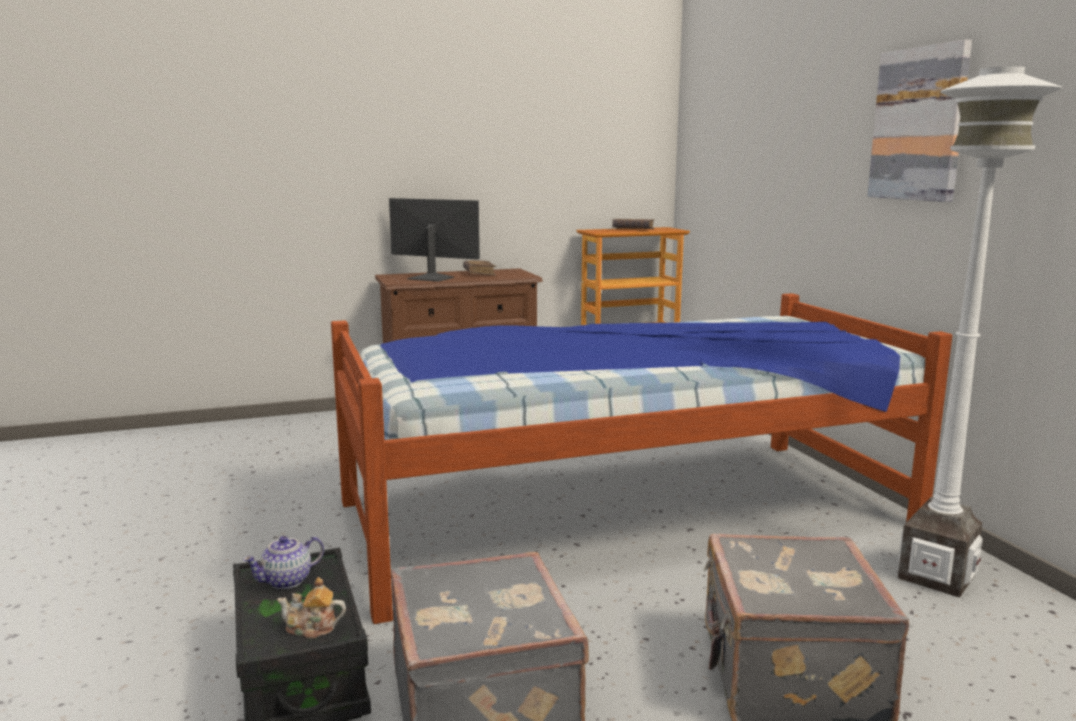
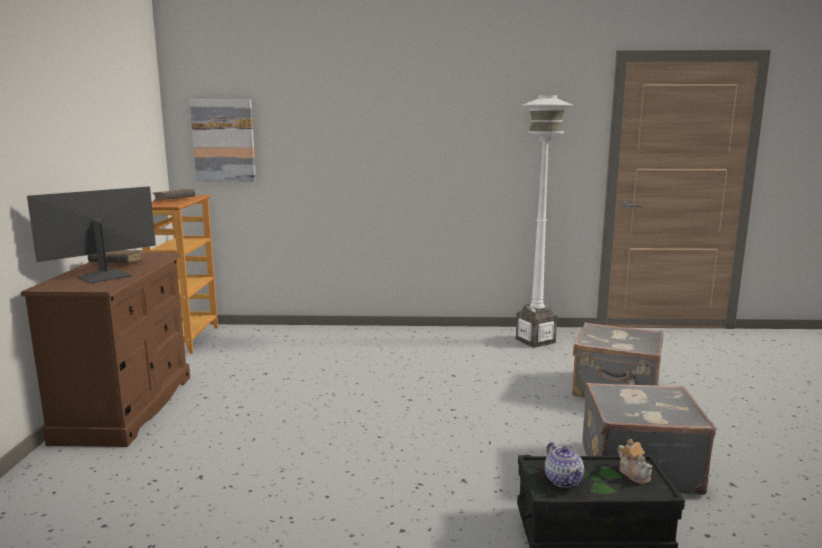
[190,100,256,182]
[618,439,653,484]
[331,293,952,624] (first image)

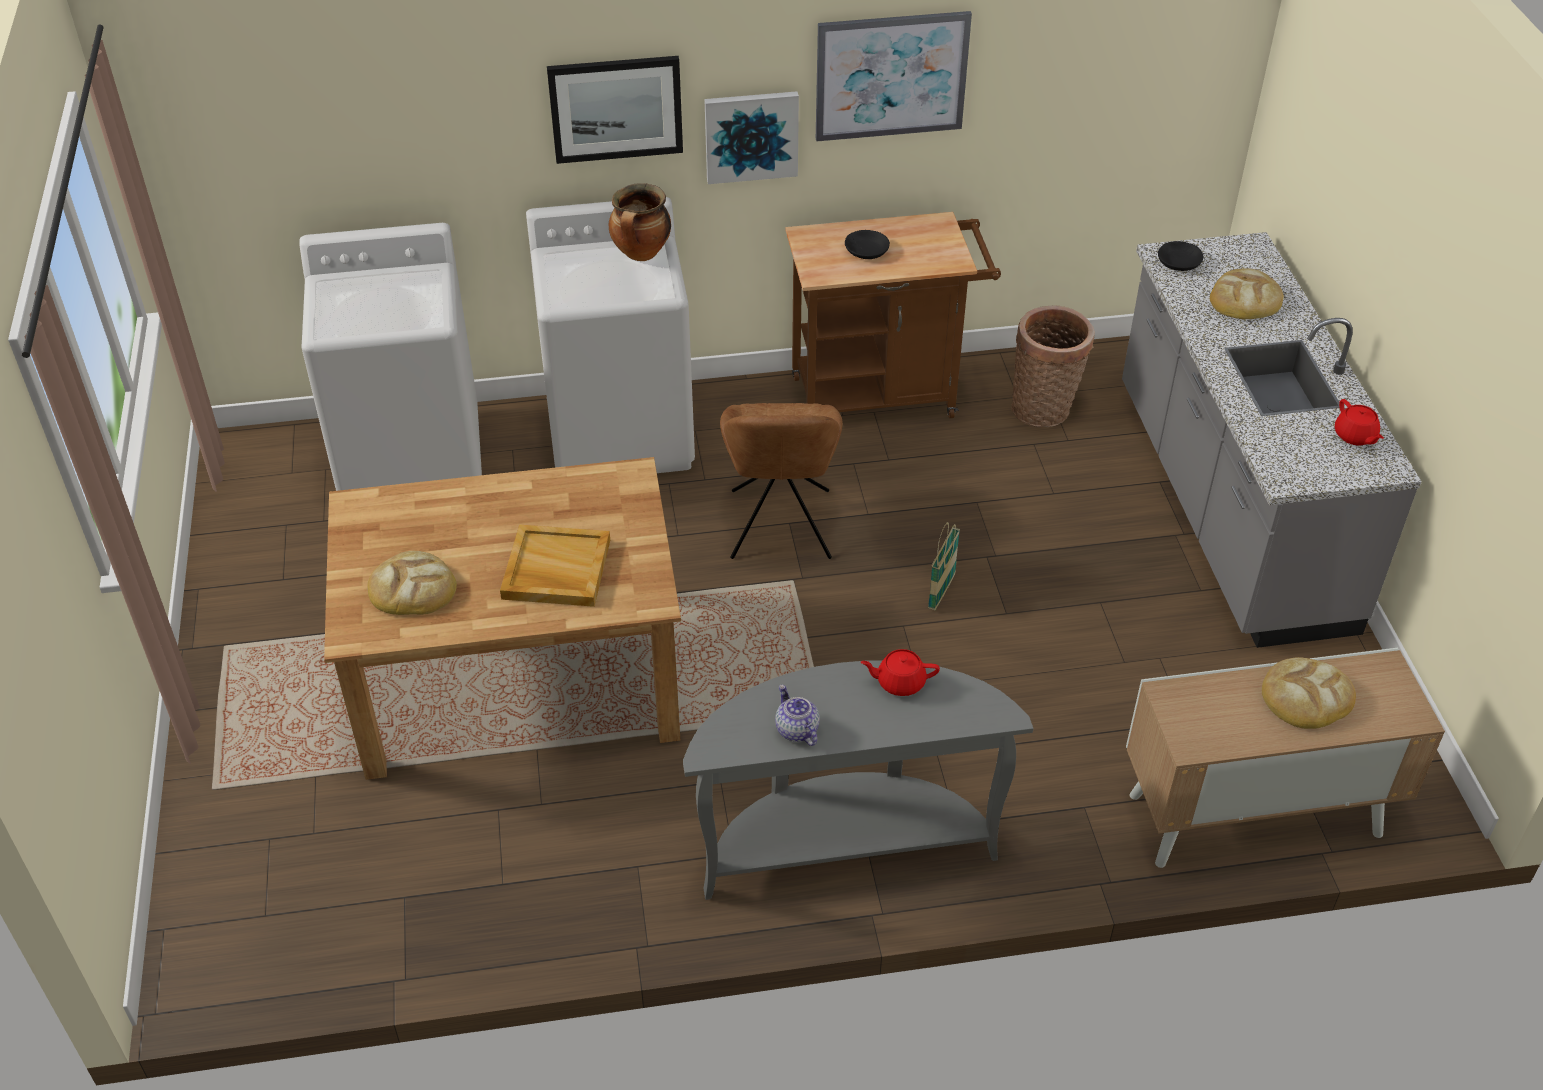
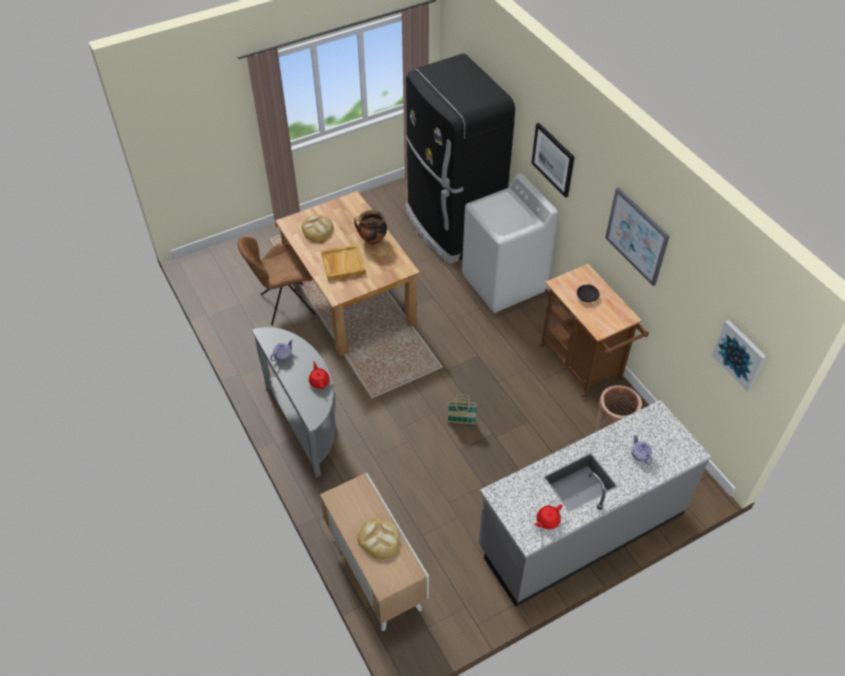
[238,237,315,325]
[354,210,387,245]
[406,54,515,264]
[631,435,652,465]
[712,320,767,392]
[1158,241,1203,271] (first image)

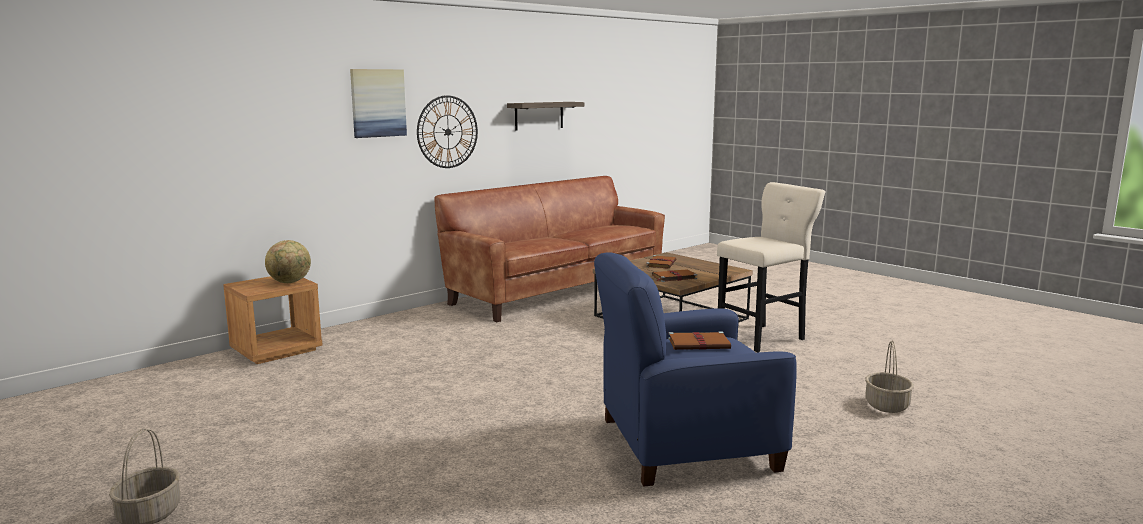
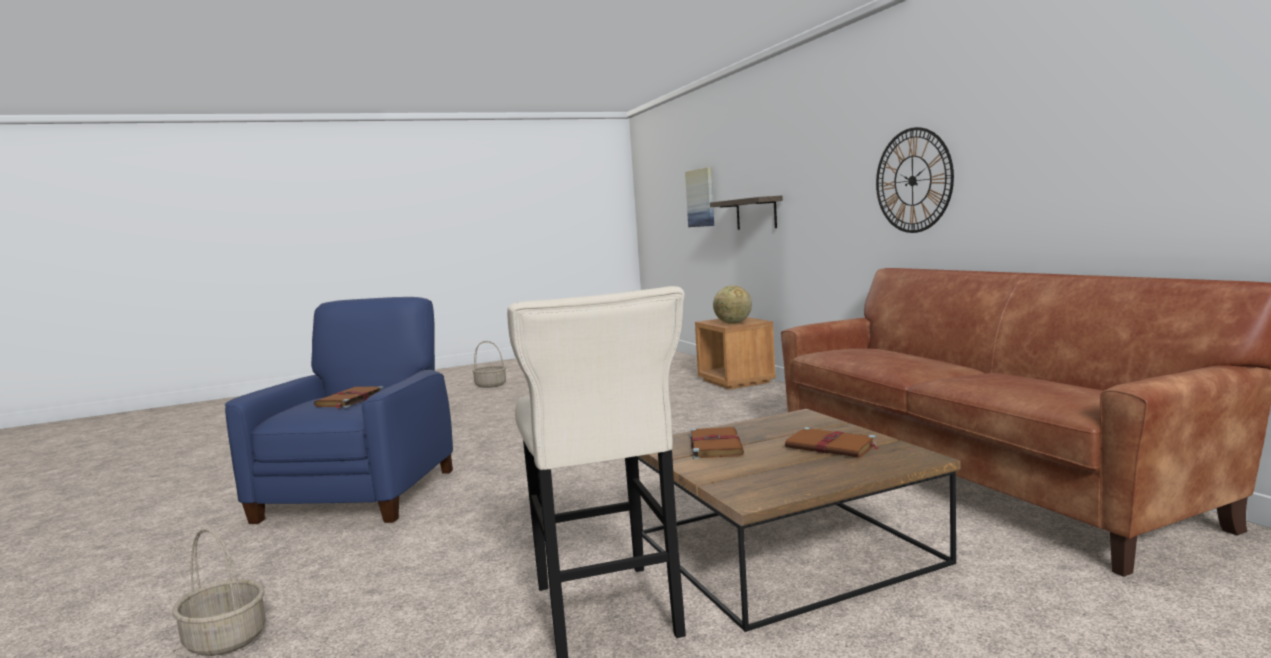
[685,167,714,227]
[710,196,783,230]

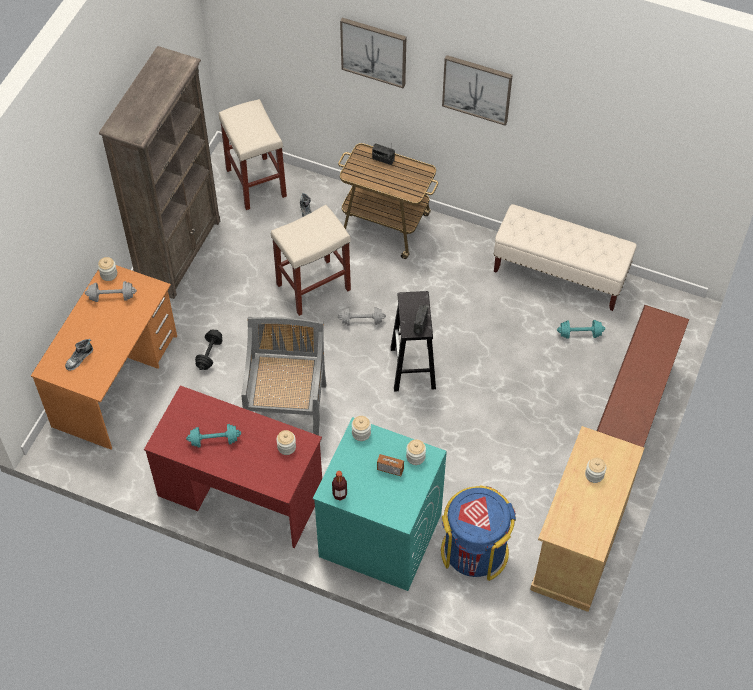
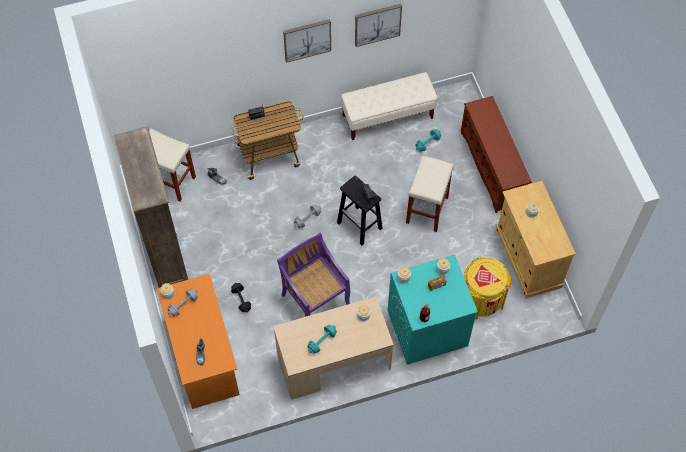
[273,296,394,400]
[277,233,350,317]
[355,4,402,47]
[406,156,454,232]
[464,257,511,320]

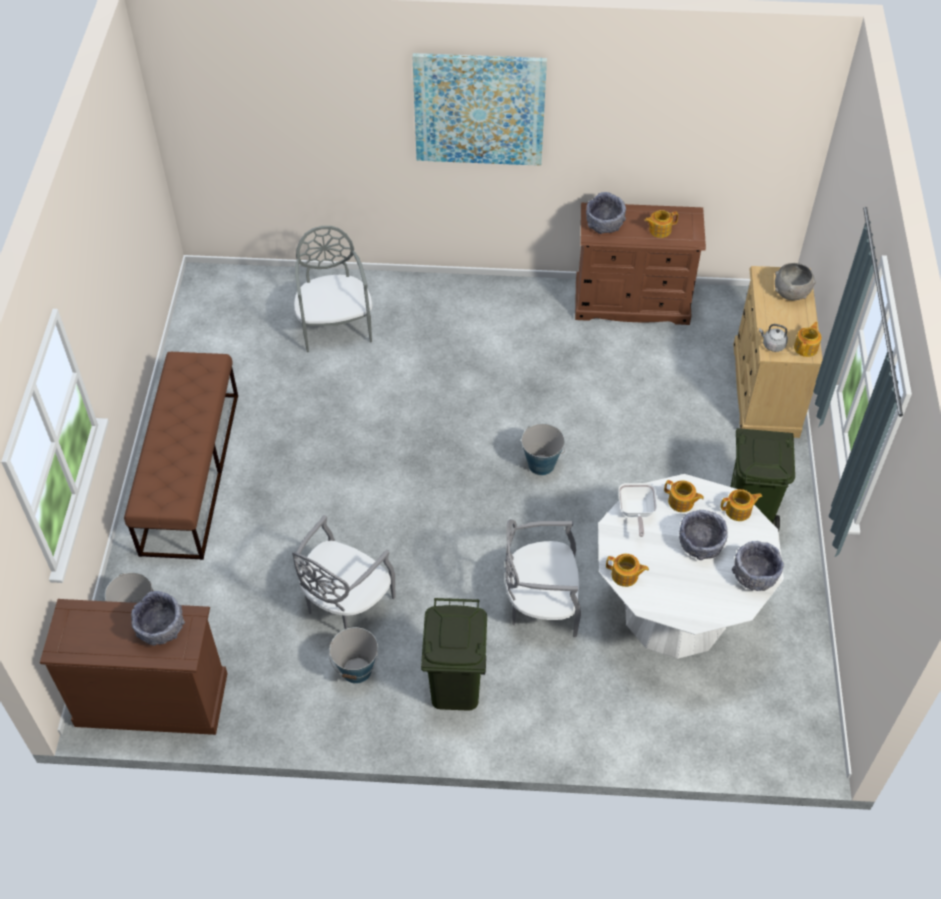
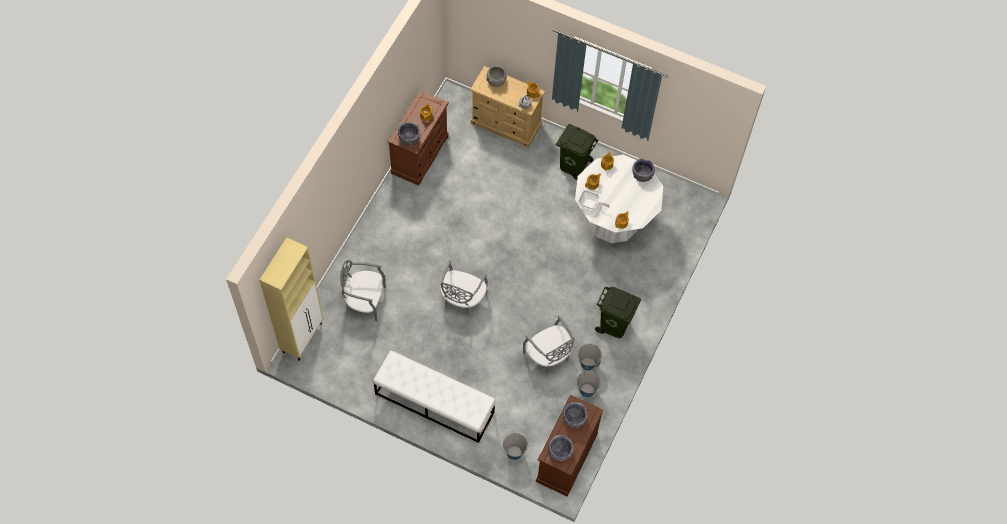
[259,237,323,361]
[373,351,496,443]
[440,260,488,316]
[548,435,574,461]
[576,370,601,397]
[412,53,547,166] (first image)

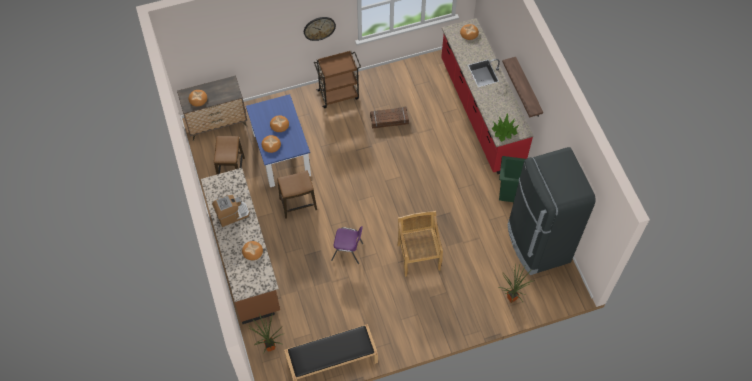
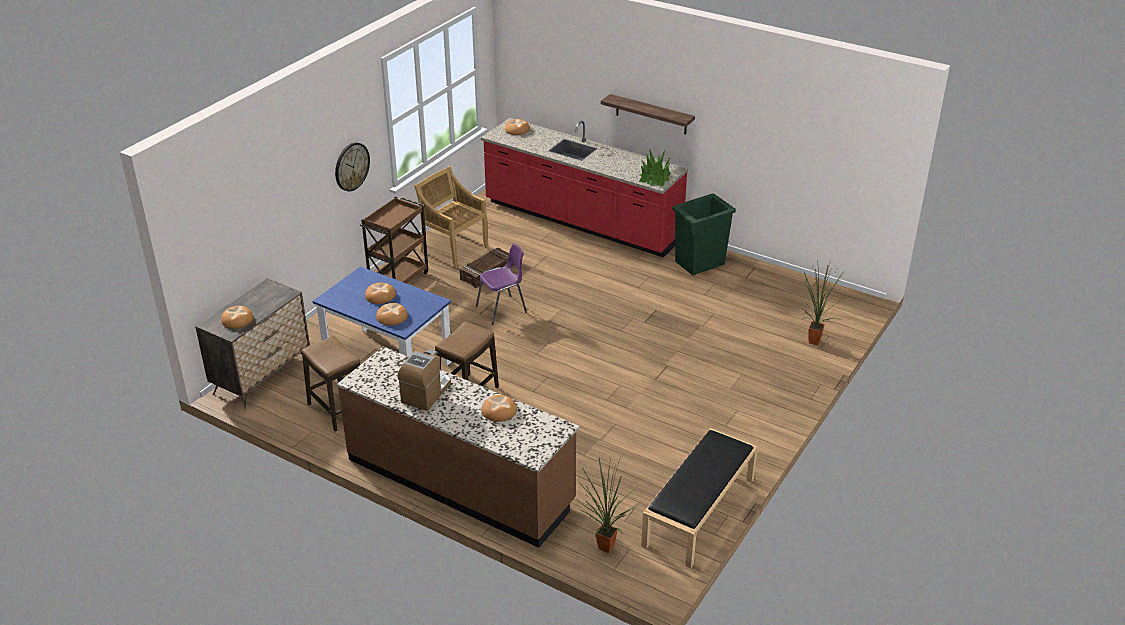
[414,166,488,268]
[476,244,527,325]
[508,147,596,275] (first image)

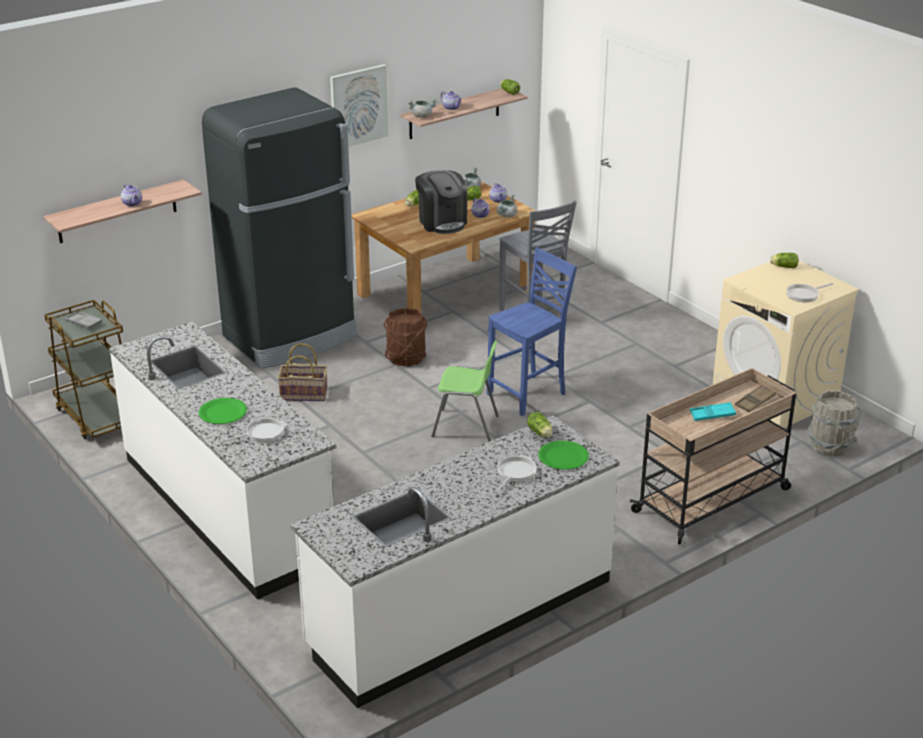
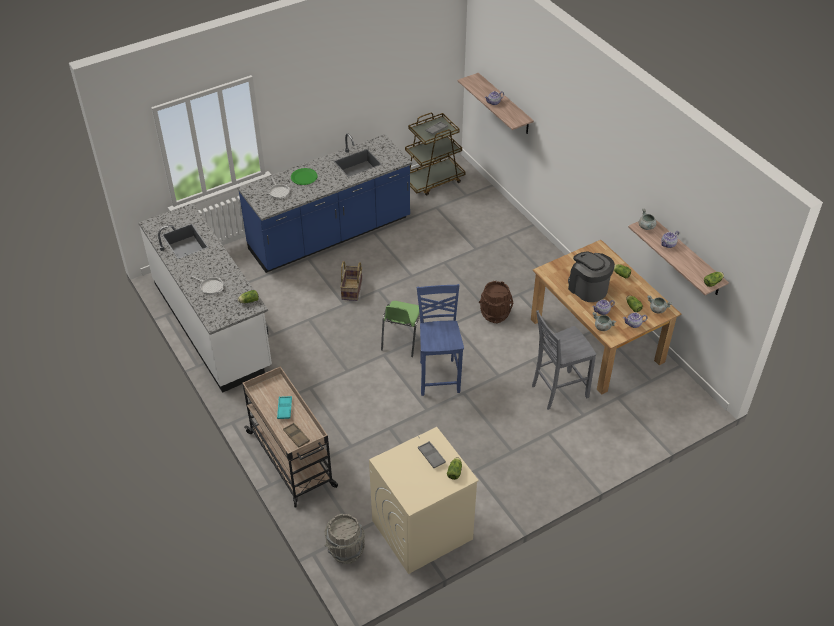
[237,133,412,273]
[340,261,362,301]
[417,284,464,396]
[418,441,446,468]
[568,251,615,302]
[202,88,357,368] (first image)
[330,64,388,147] (first image)
[538,441,589,470] (first image)
[786,283,833,302] (first image)

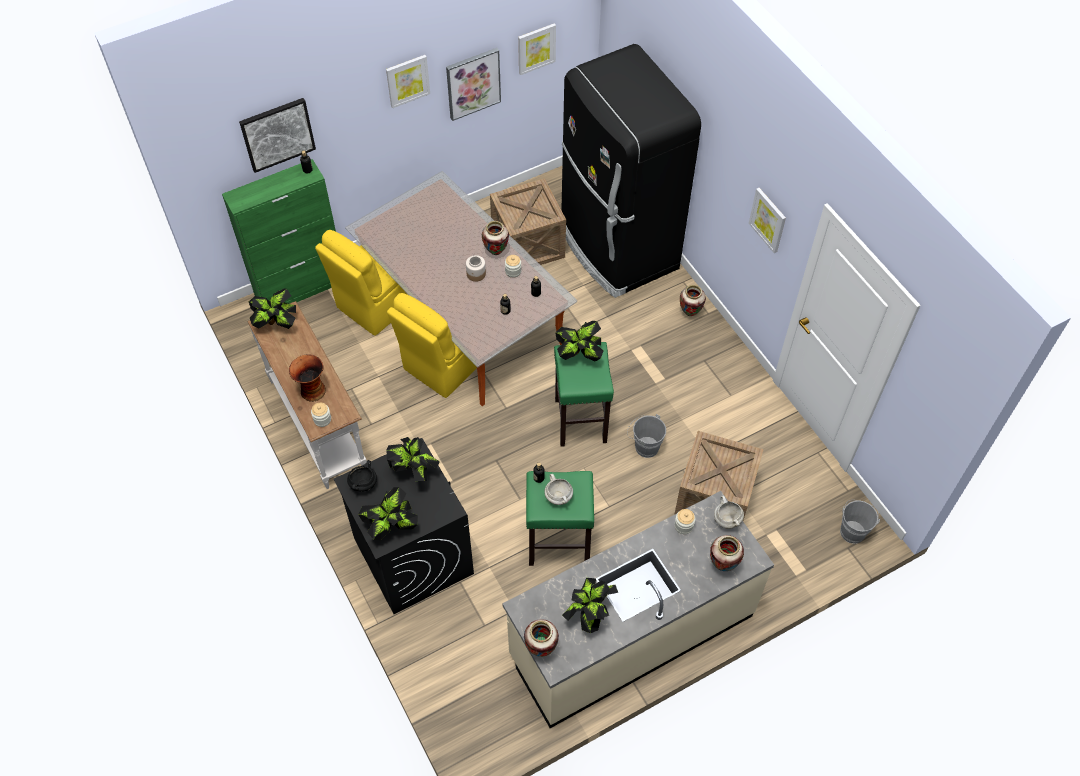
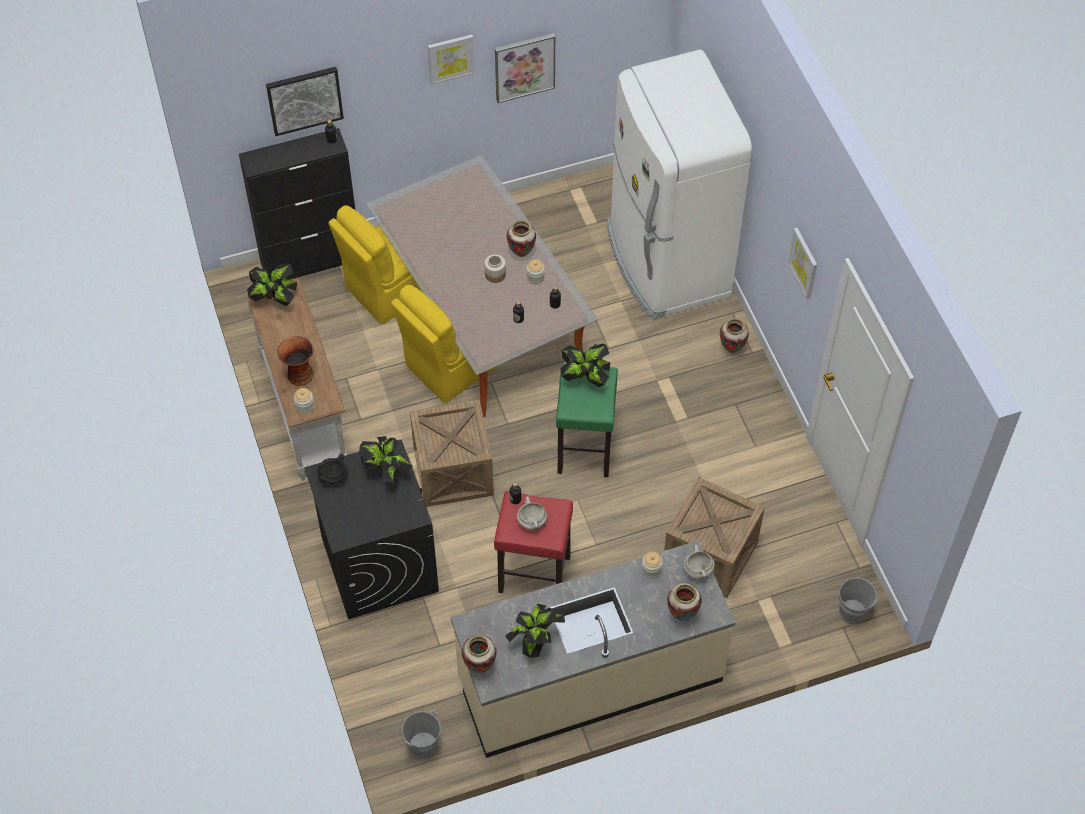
[239,128,355,279]
[396,709,441,759]
[410,400,494,507]
[494,491,573,593]
[607,50,752,320]
[358,487,418,540] (first image)
[518,23,556,75] (first image)

